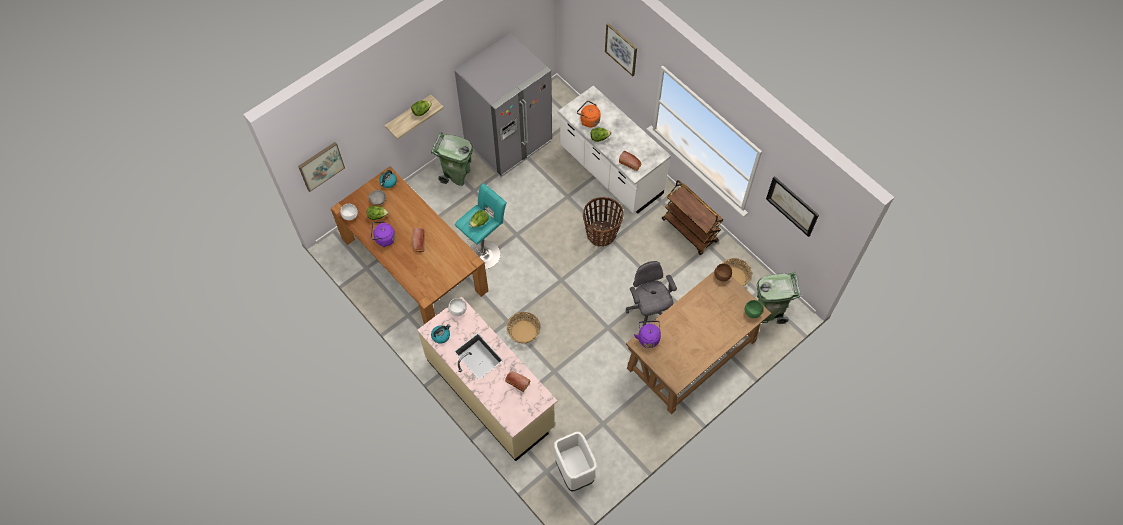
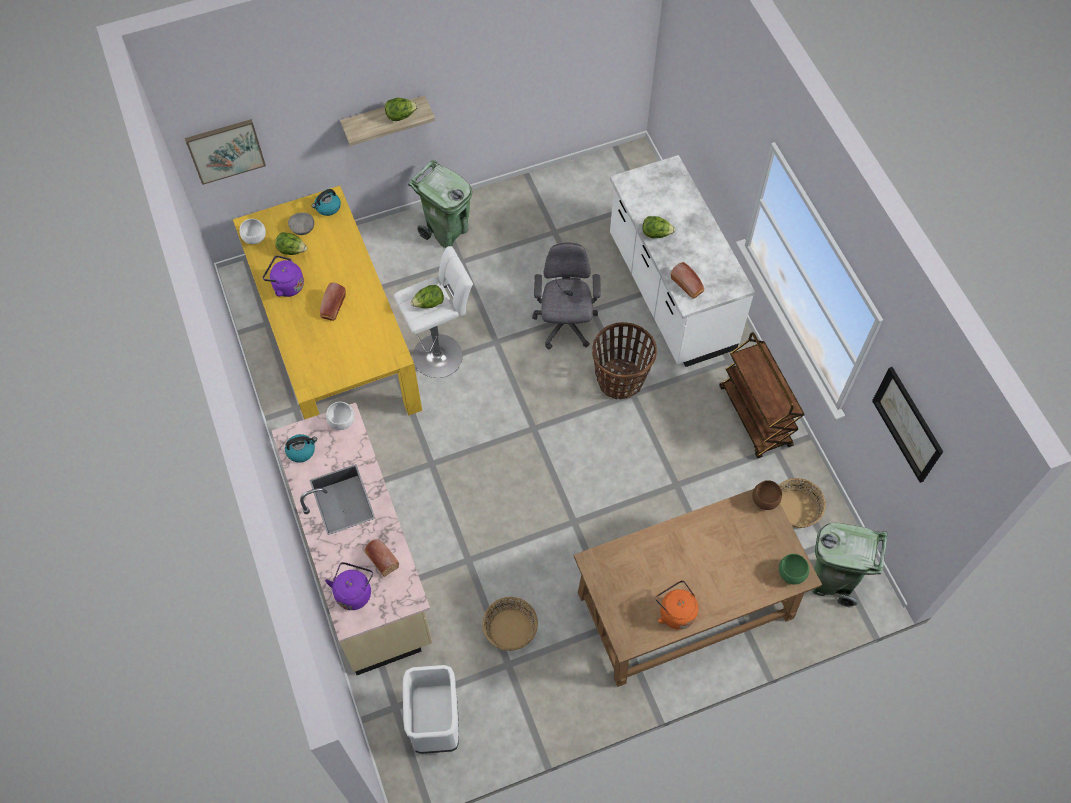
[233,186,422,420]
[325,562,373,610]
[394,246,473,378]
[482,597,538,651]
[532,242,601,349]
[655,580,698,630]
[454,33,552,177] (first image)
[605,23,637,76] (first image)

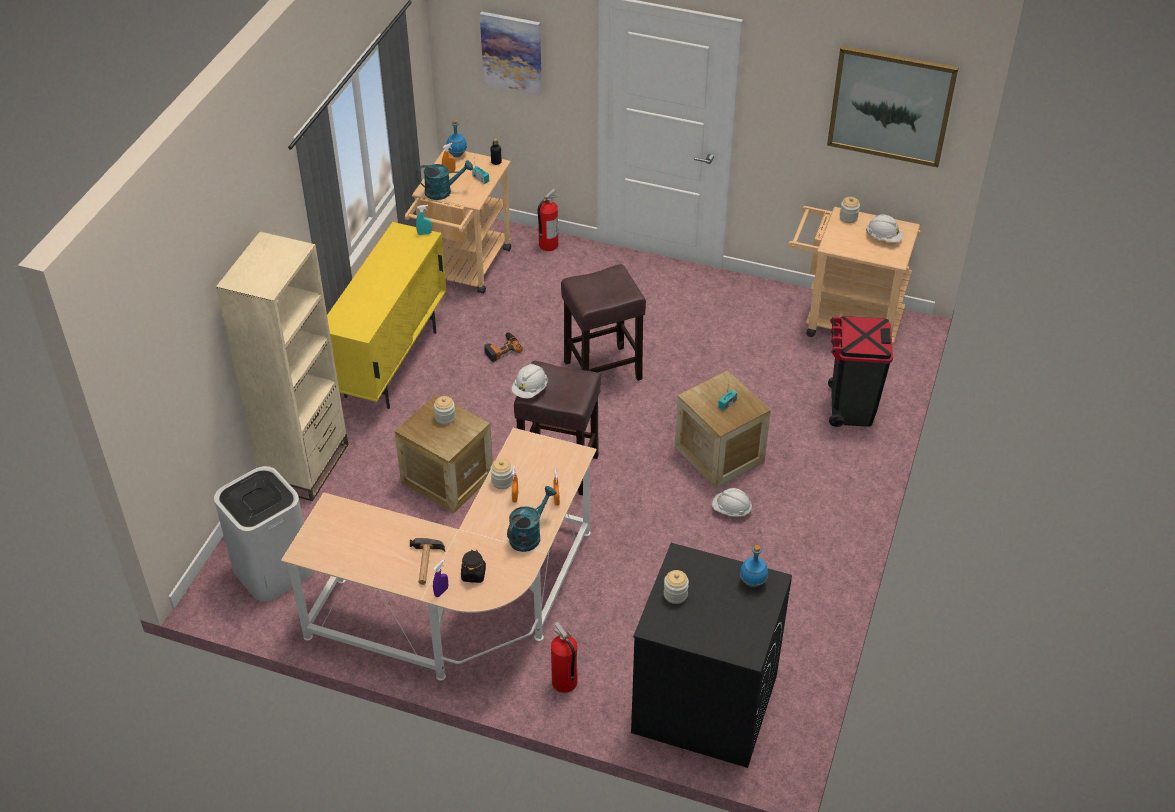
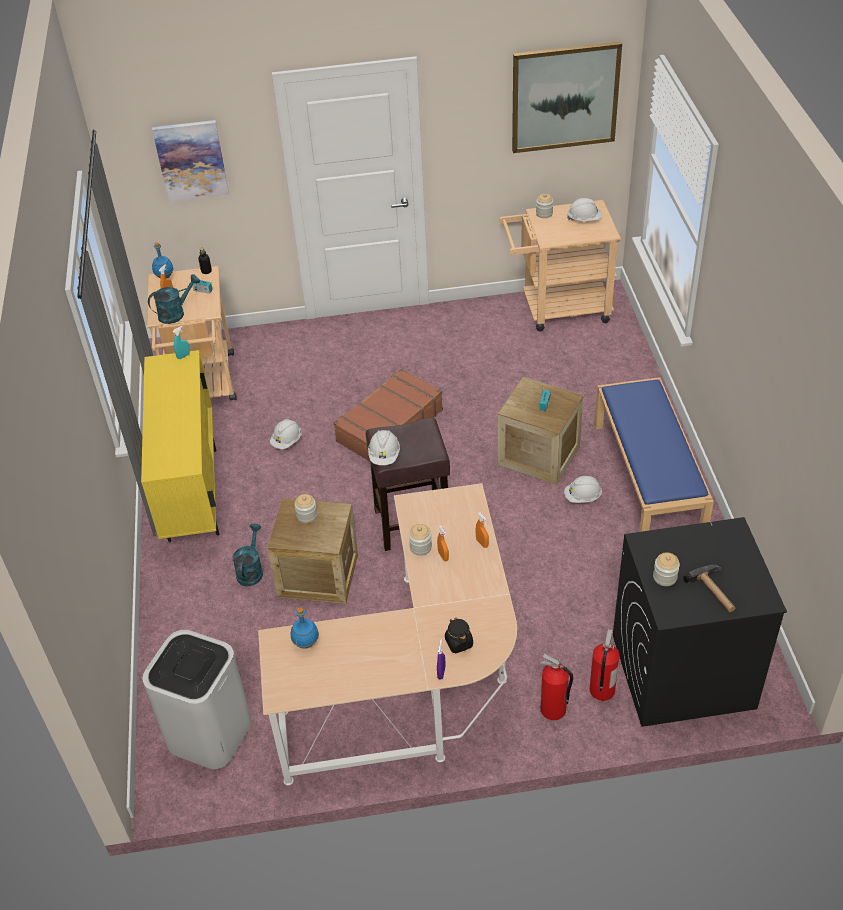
[233,524,263,586]
[270,419,302,449]
[291,607,319,648]
[333,369,443,461]
[590,629,620,701]
[594,377,714,532]
[683,564,736,612]
[216,232,348,501] (first image)
[828,316,893,427] (first image)

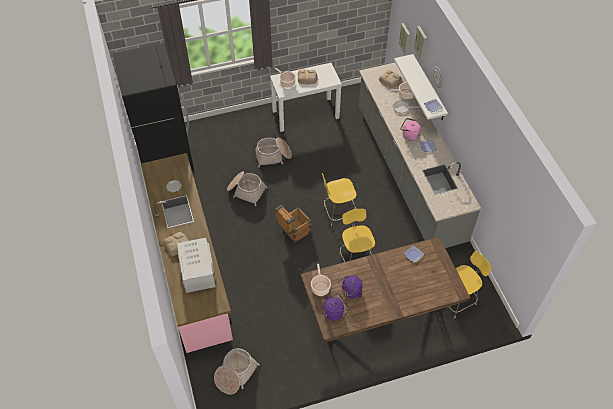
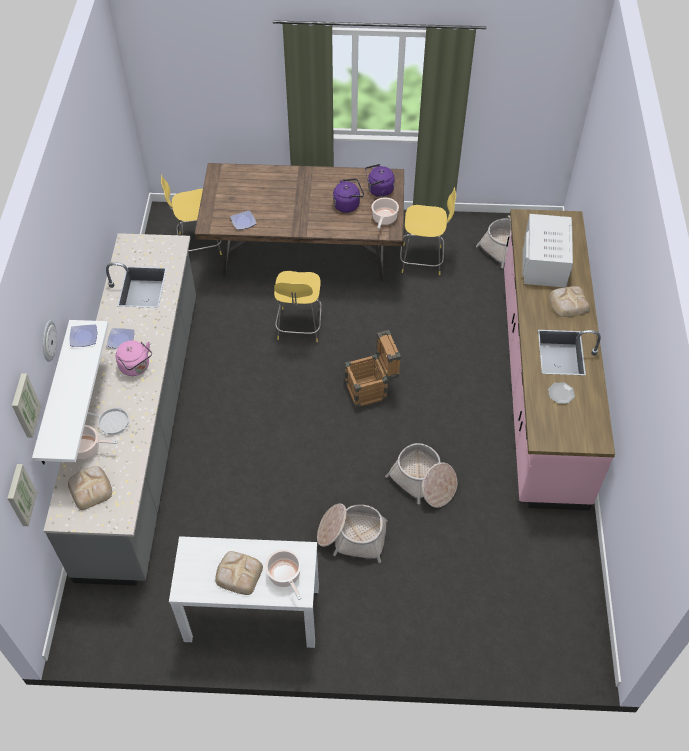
[400,187,456,275]
[113,43,194,170] (first image)

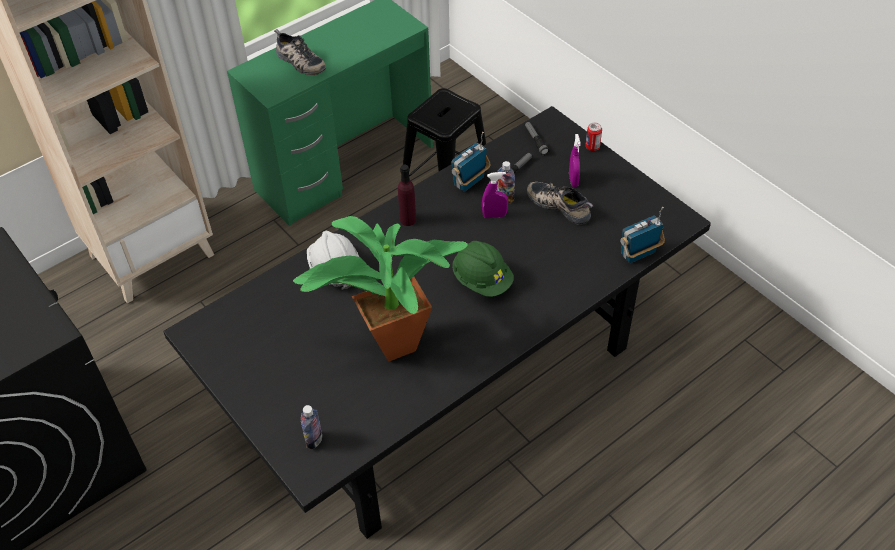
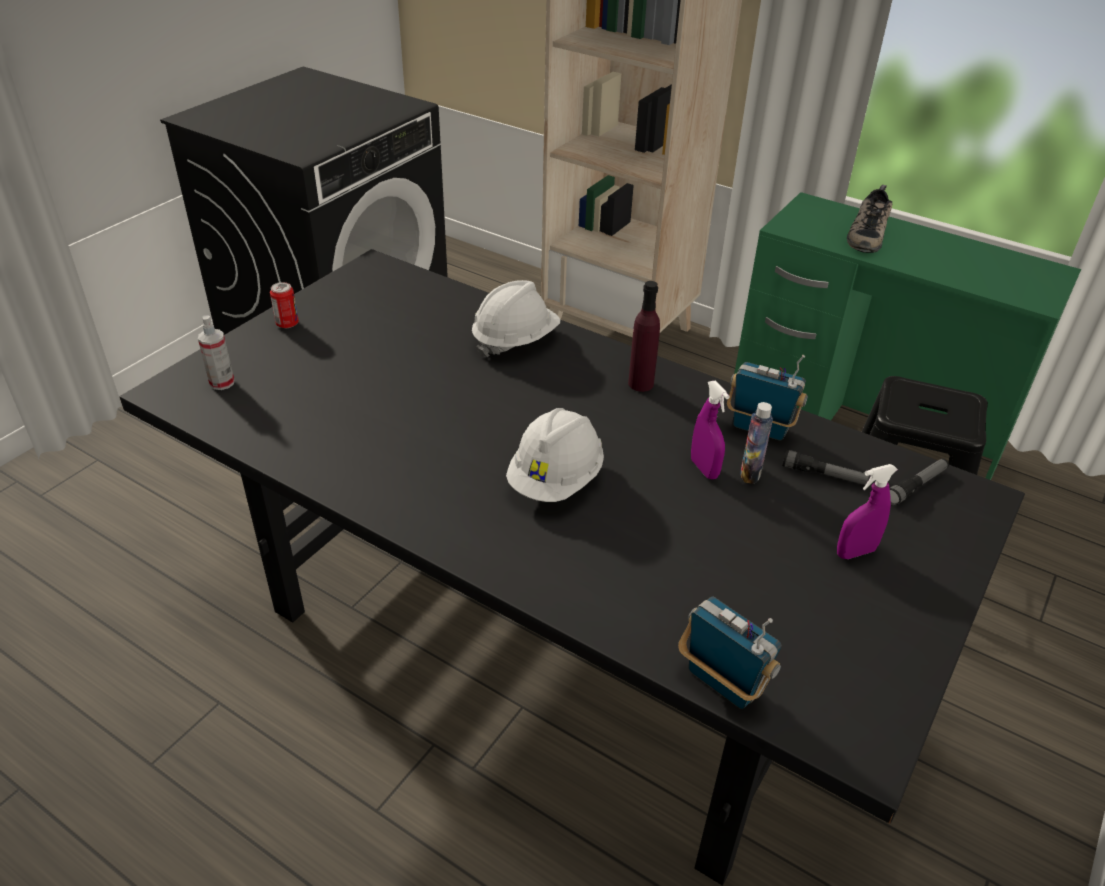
[198,315,234,390]
[270,282,299,328]
[506,408,604,502]
[293,216,467,362] (first image)
[527,182,593,225] (first image)

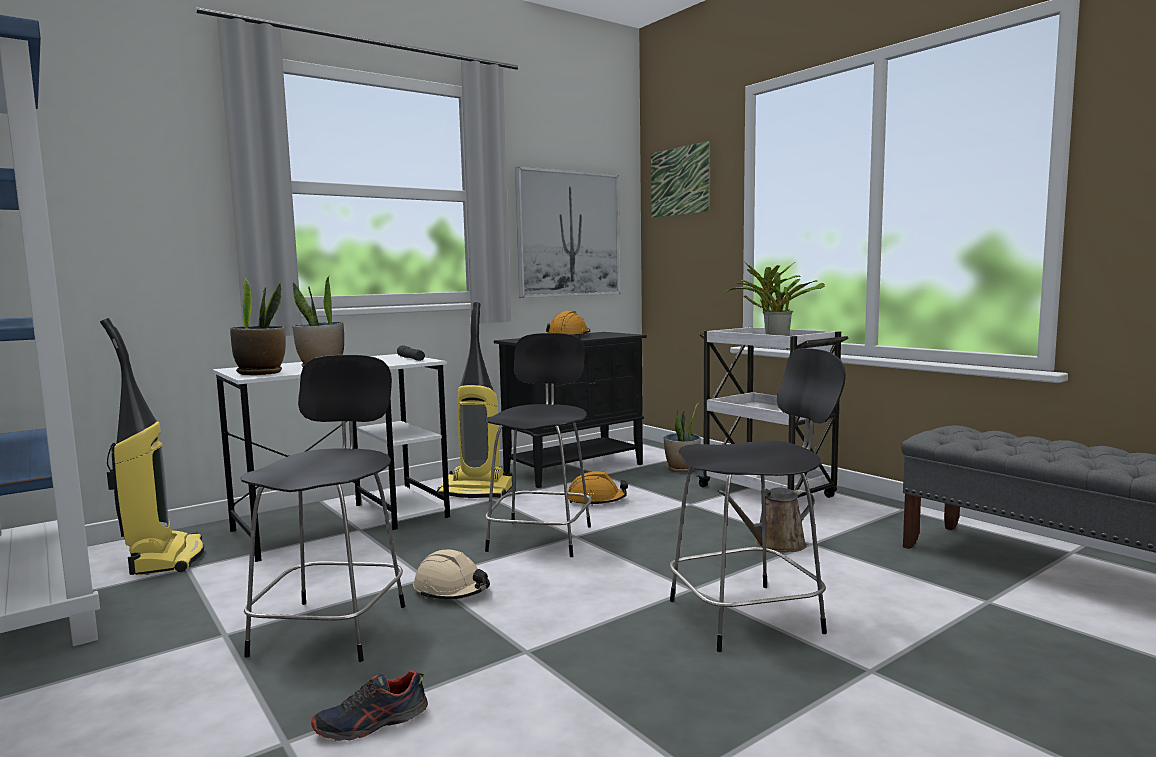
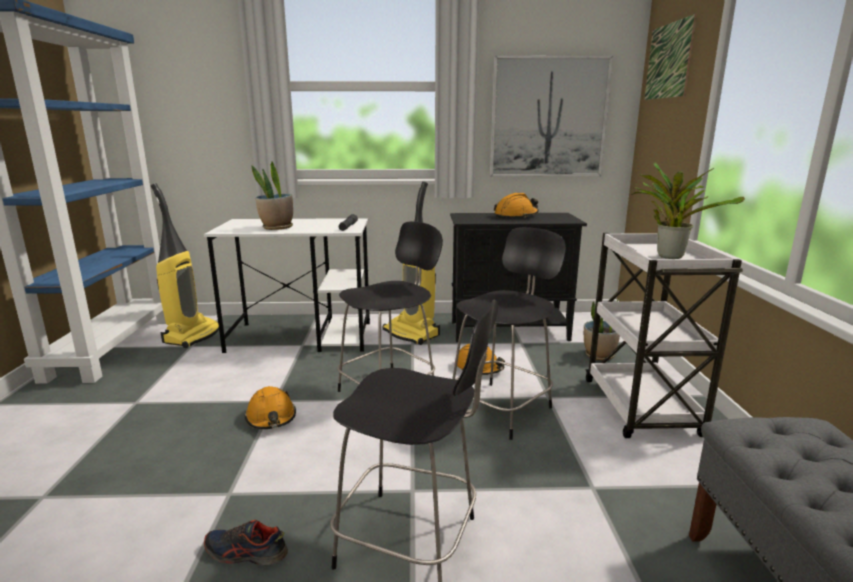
[204,520,288,565]
[244,386,296,429]
[452,227,566,440]
[230,277,286,375] (first image)
[718,487,815,552] (first image)

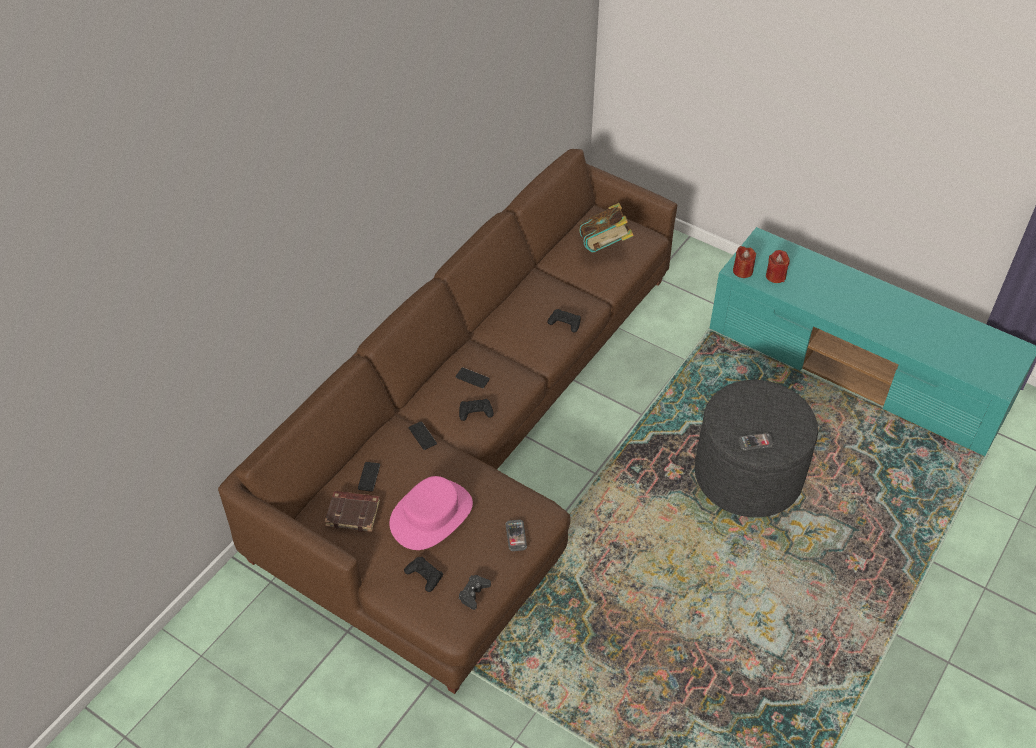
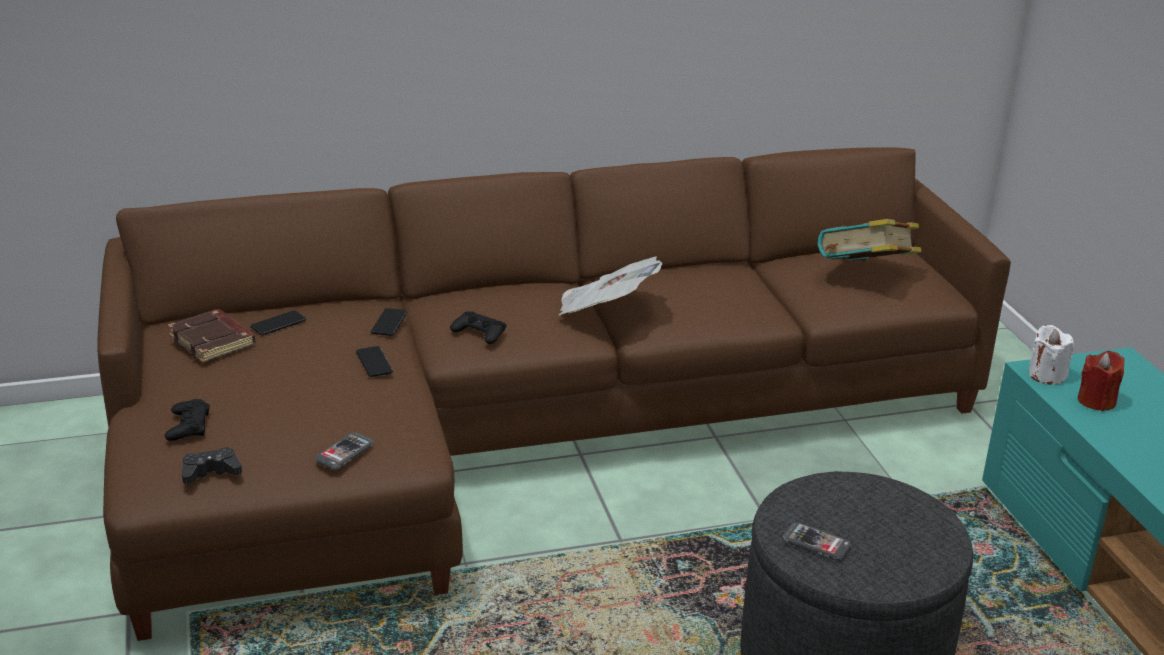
[356,346,393,377]
[558,256,662,315]
[1028,325,1074,385]
[389,476,473,550] (first image)
[547,309,581,333] (first image)

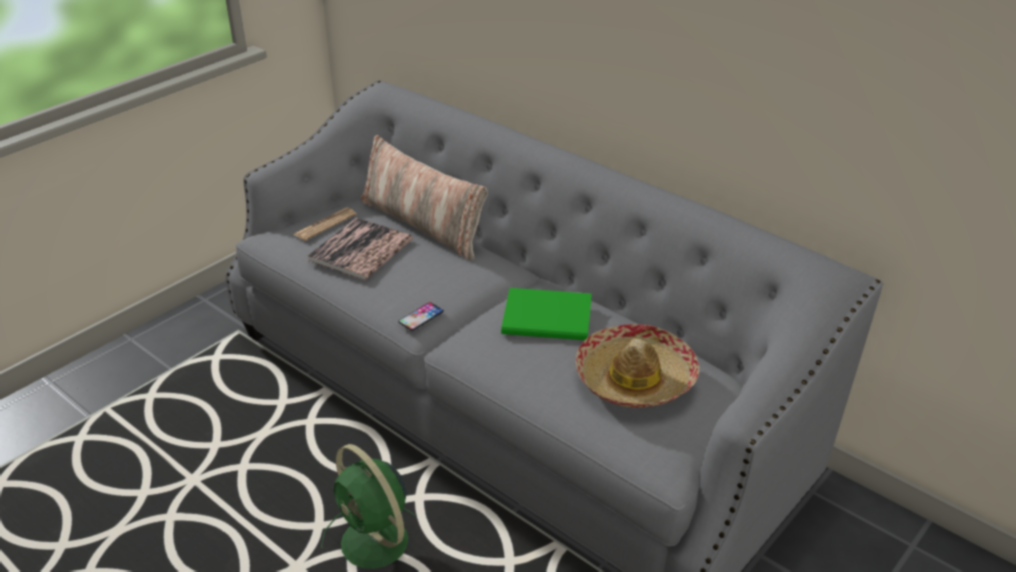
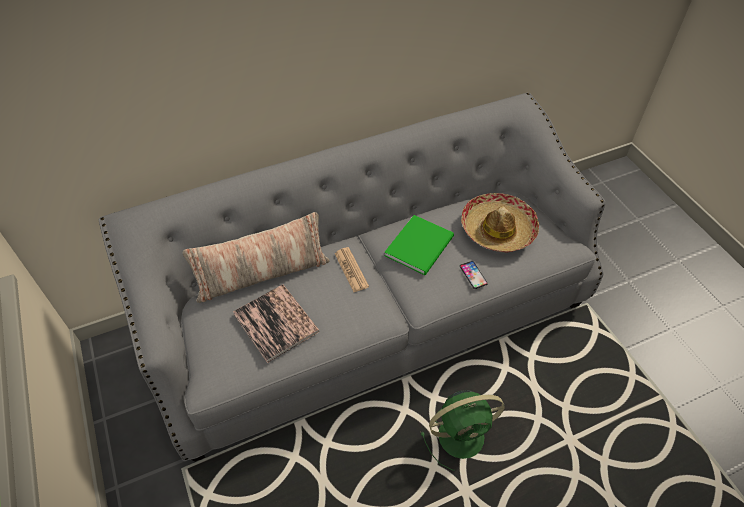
[334,247,369,292]
[460,261,488,289]

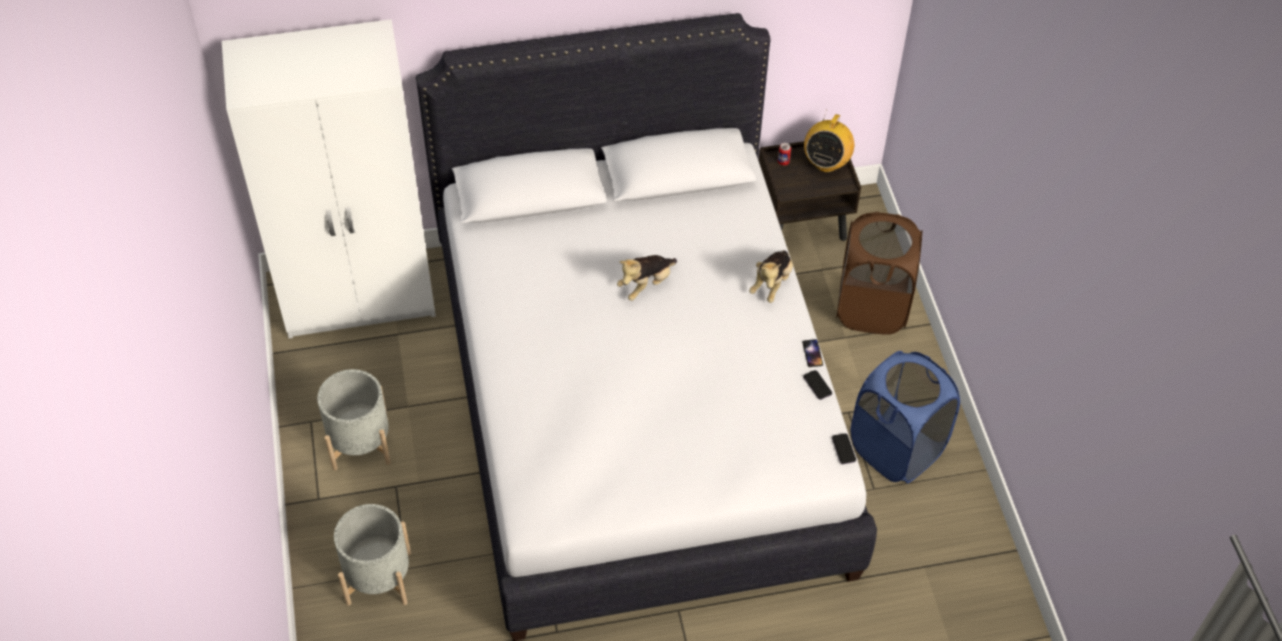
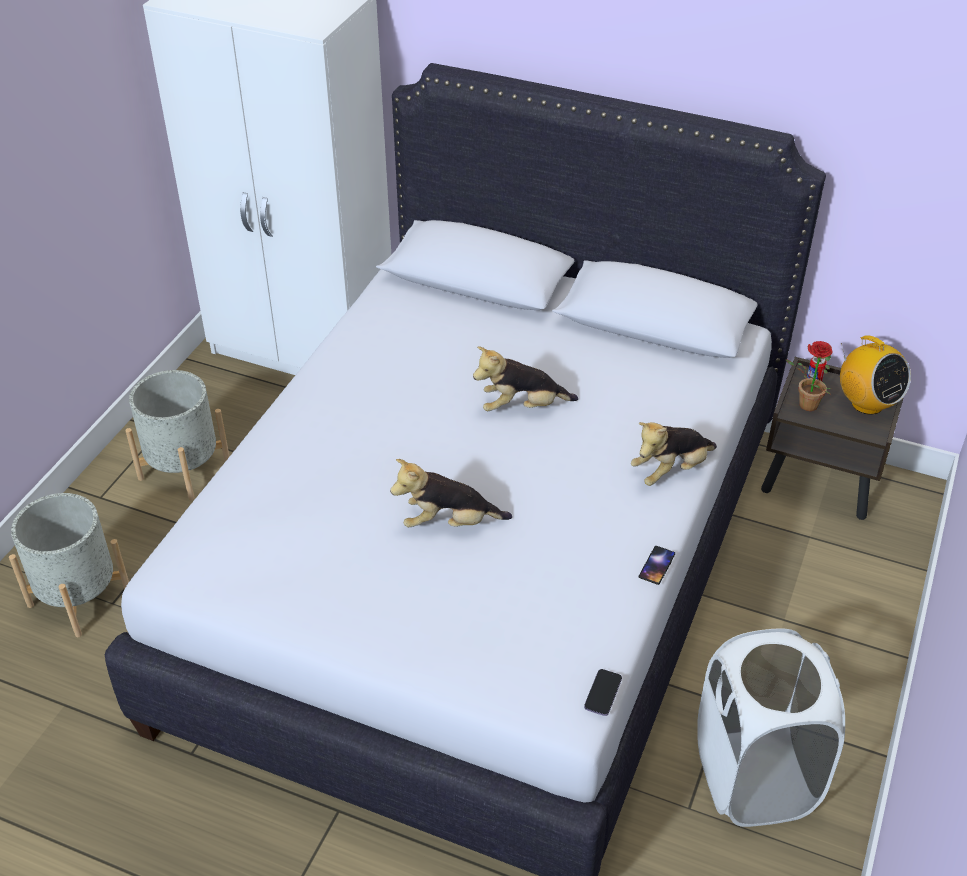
[390,459,512,527]
[697,628,845,827]
[785,341,833,411]
[840,335,911,415]
[803,370,832,400] (first image)
[836,212,922,335] (first image)

